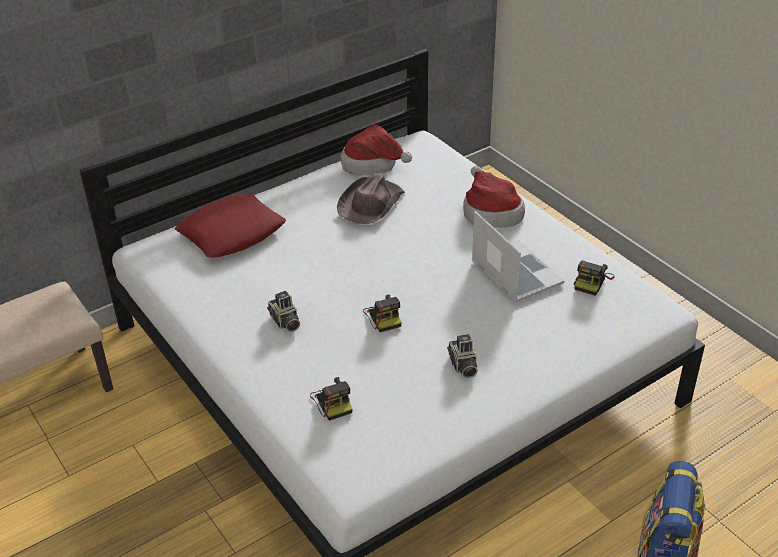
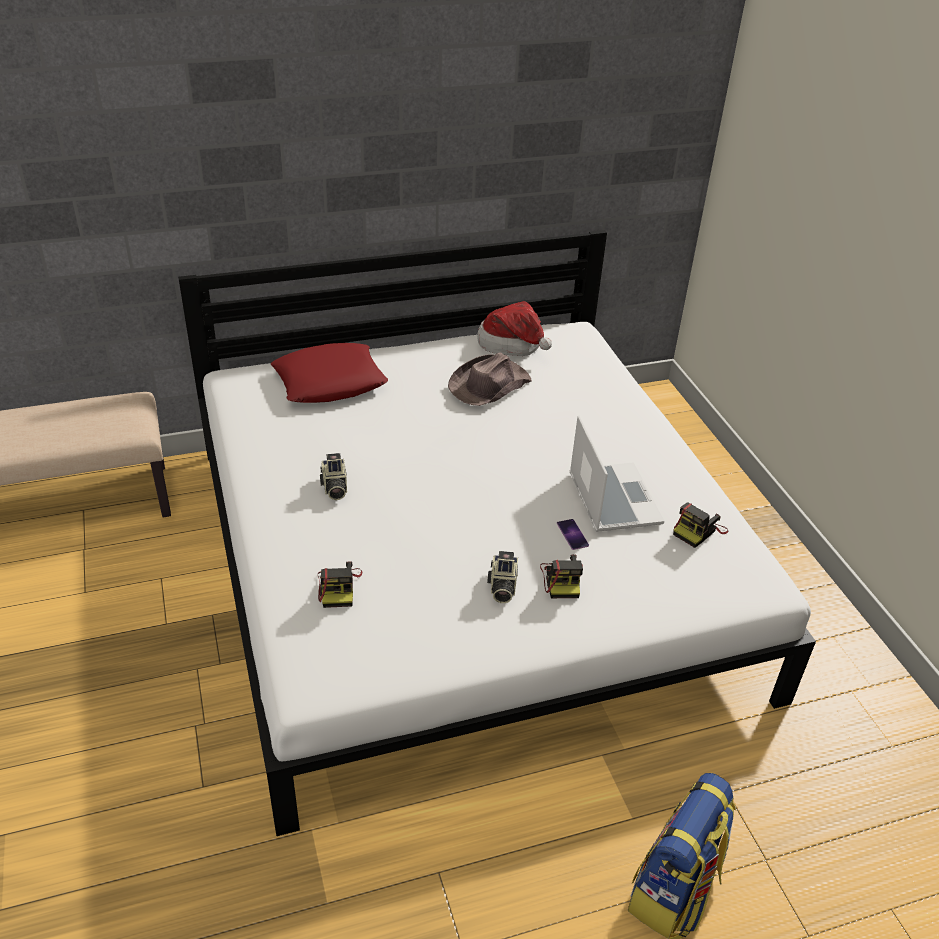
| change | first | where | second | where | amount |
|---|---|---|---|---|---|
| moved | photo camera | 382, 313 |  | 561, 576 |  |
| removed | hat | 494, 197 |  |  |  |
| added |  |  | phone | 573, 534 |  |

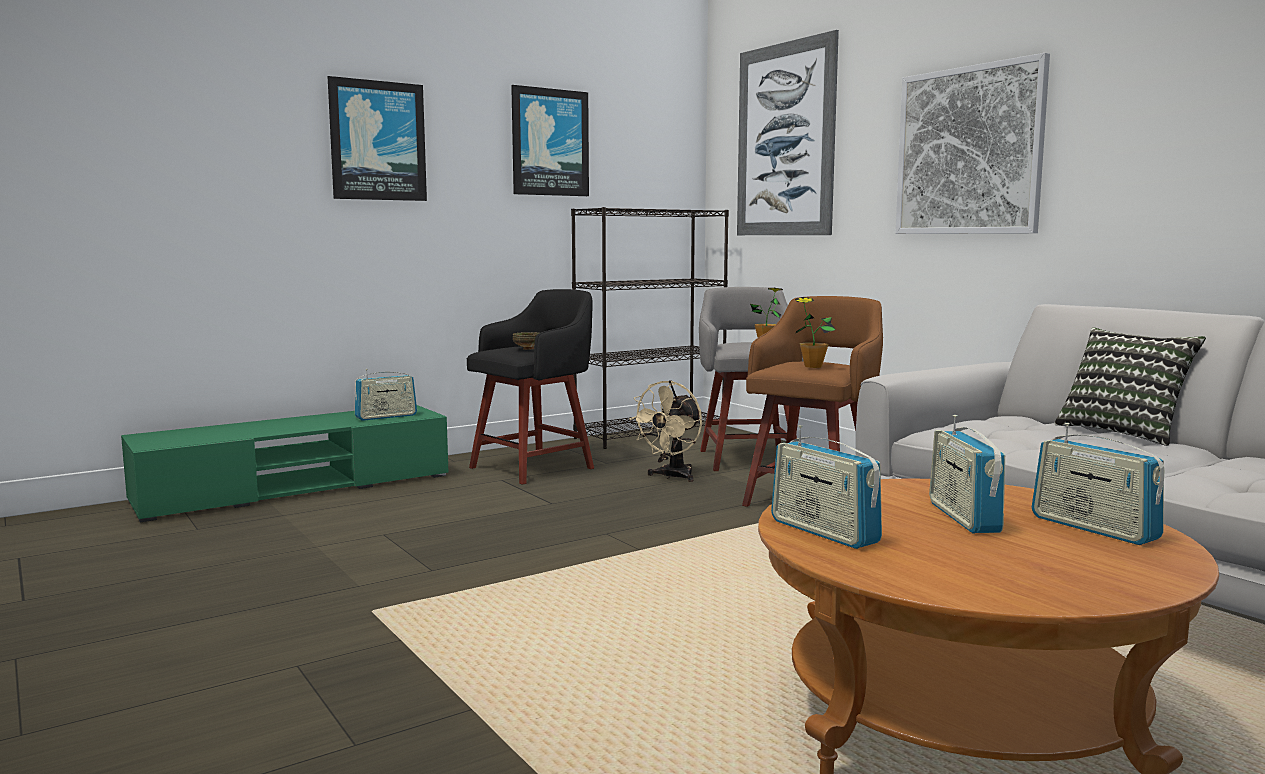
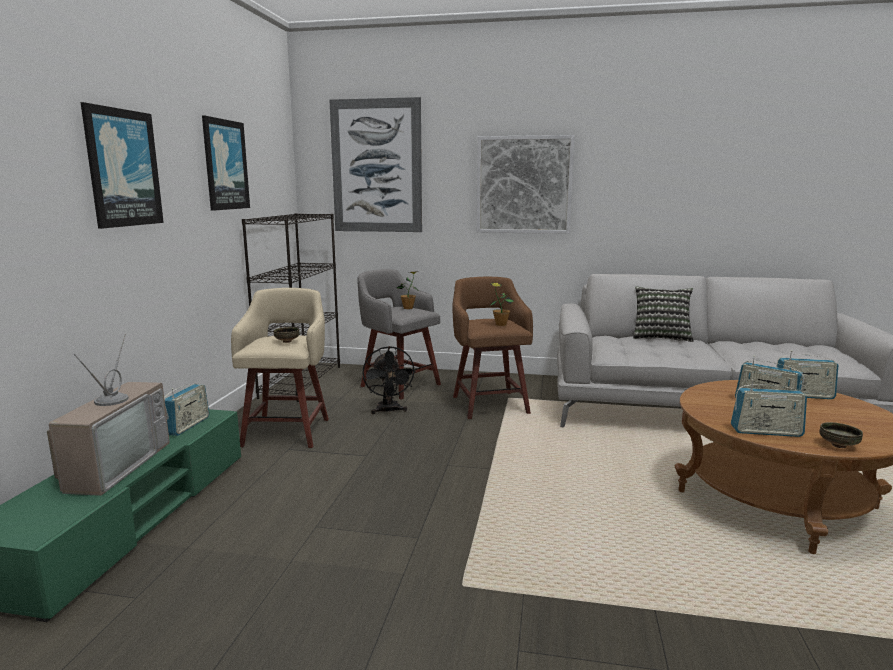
| change | first | where | second | where | amount |
|---|---|---|---|---|---|
| recoloured | stool (black) | 530, 387 | stool (beige) | 280, 368 |  |
| recoloured | fan (beige) | 665, 431 | fan (black) | 389, 380 |  |
| added |  |  | television | 108, 415 |  |
| added |  |  | bowl | 841, 435 |  |

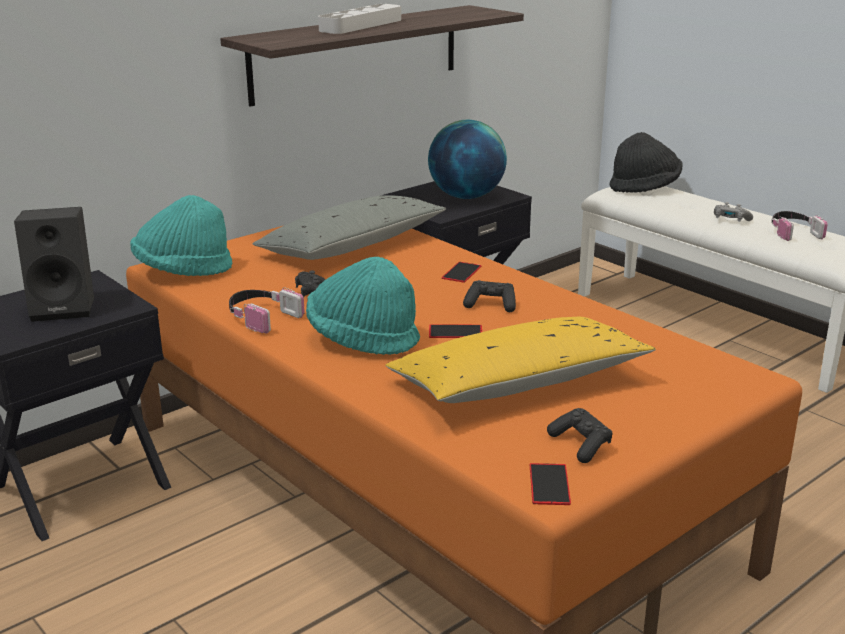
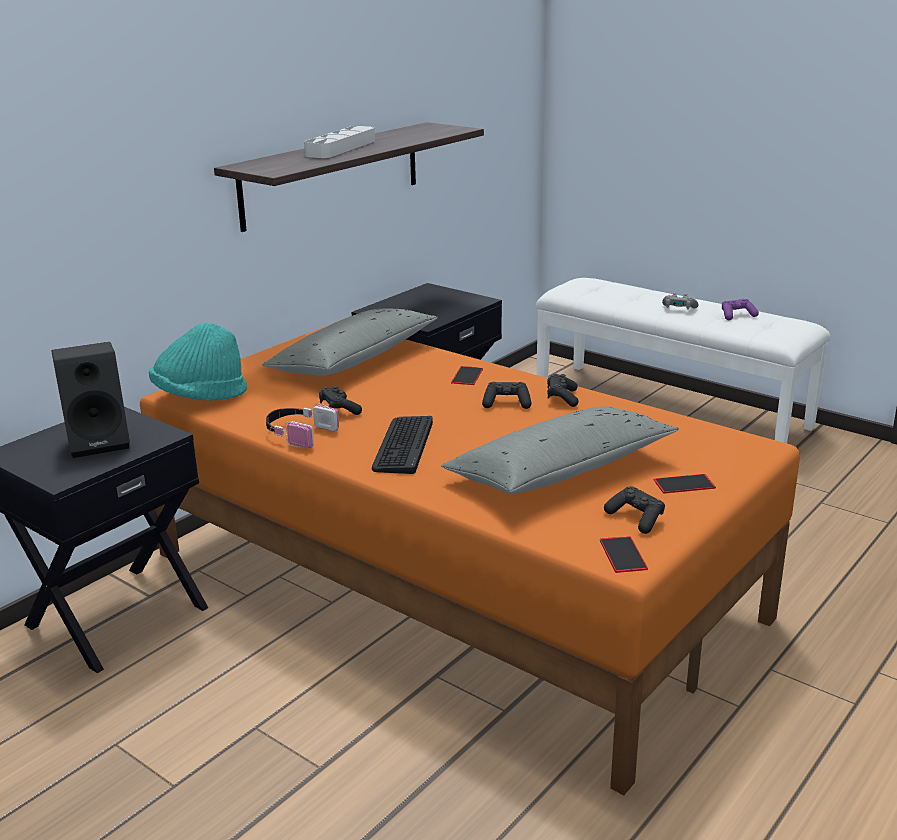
| change | first | where | second | where | amount |
|---|---|---|---|---|---|
| replaced | hat (turquoise) | 363, 306 | keyboard | 402, 445 |  |
| recoloured | pillow (yellow) | 521, 360 | pillow (grey) | 560, 450 |  |
| removed | globe | 467, 159 |  |  |  |
| moved | phone | 455, 331 |  | 685, 484 |  |
| removed | hat (black) | 646, 162 |  |  |  |
| replaced | headphones | 799, 226 | game controller (purple) | 740, 309 |  |
| added |  |  | game controller (black) | 563, 390 |  |

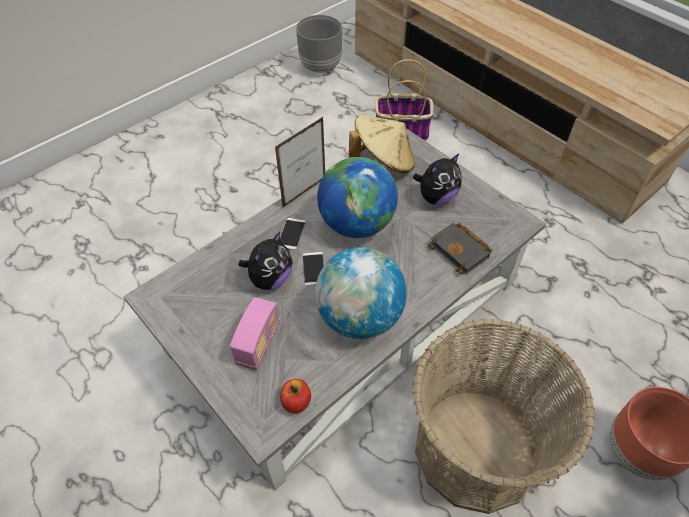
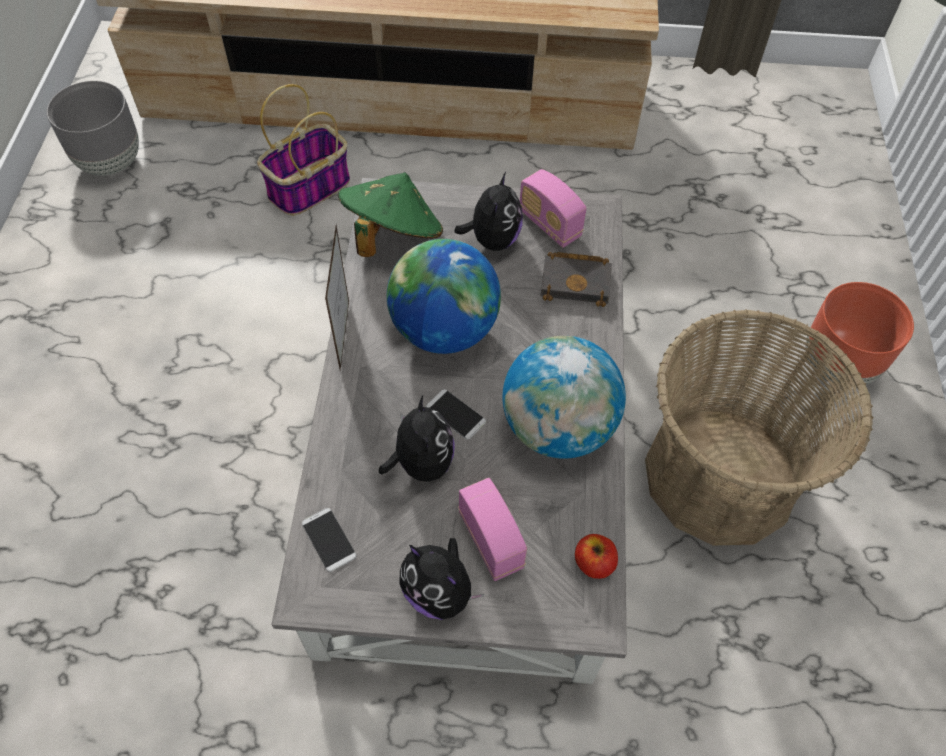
| change | first | where | second | where | amount |
|---|---|---|---|---|---|
| moved | phone | 293, 234 |  | 329, 540 |  |
| recoloured | hat (beige) | 382, 144 | hat (green) | 390, 214 |  |
| added |  |  | plush toy | 442, 579 |  |
| added |  |  | radio | 553, 208 |  |

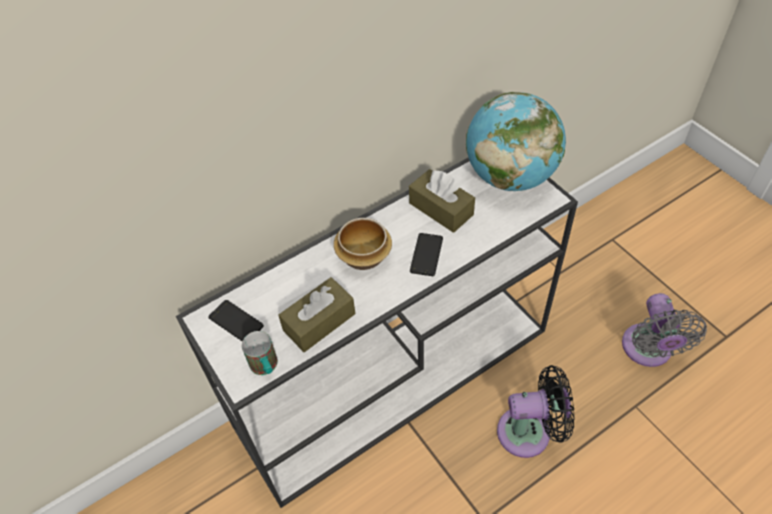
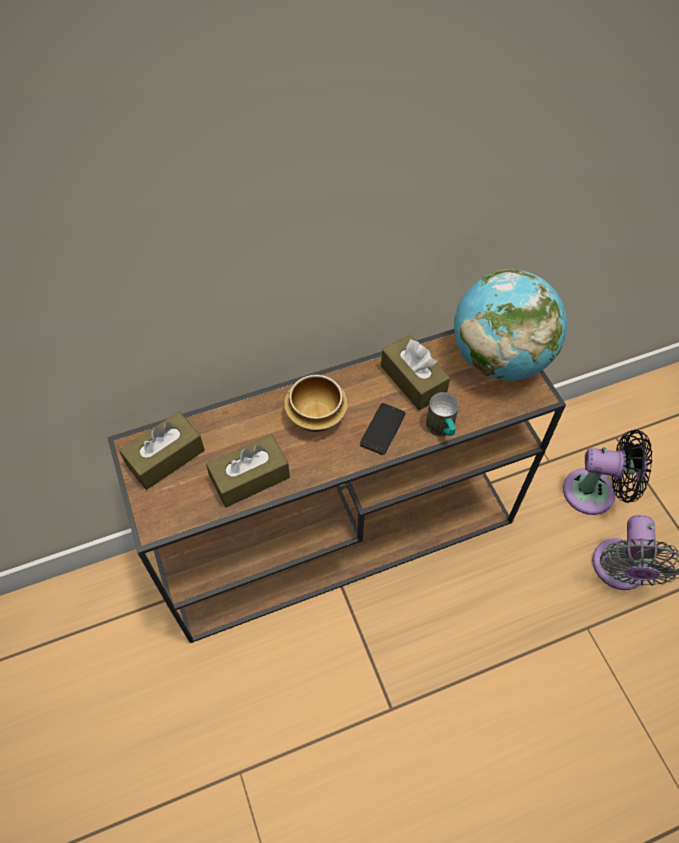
| change | first | where | second | where | amount |
|---|---|---|---|---|---|
| recoloured | console table (white) | 377, 332 | console table (brown) | 336, 486 |  |
| replaced | phone | 236, 320 | tissue box (brown) | 162, 450 |  |
| moved | mug | 260, 353 |  | 442, 414 |  |
| moved | fan (black) | 536, 411 |  | 607, 472 |  |

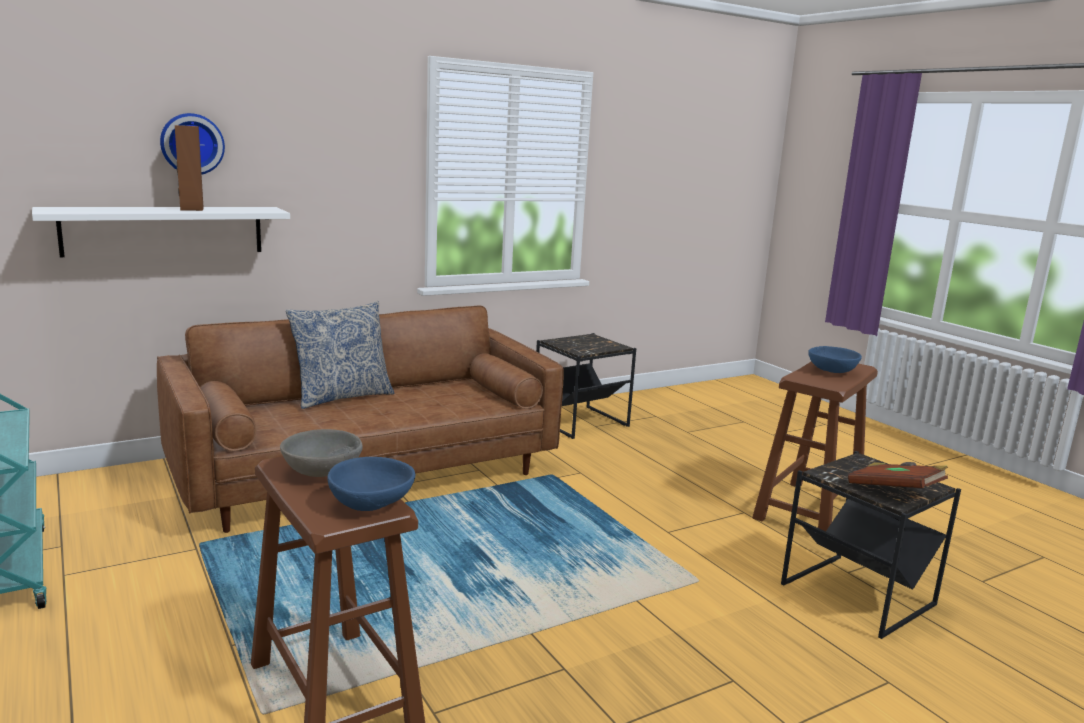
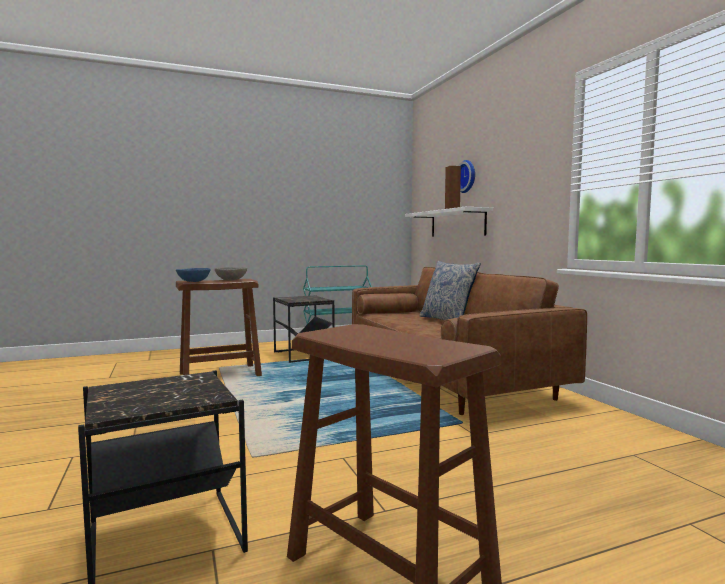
| change | first | where | second | where | amount |
|---|---|---|---|---|---|
| moved | side table (black) | 586, 386 |  | 304, 329 |  |
| removed | bowl (blue) | 835, 359 |  |  |  |
| removed | book (brown) | 898, 475 |  |  |  |

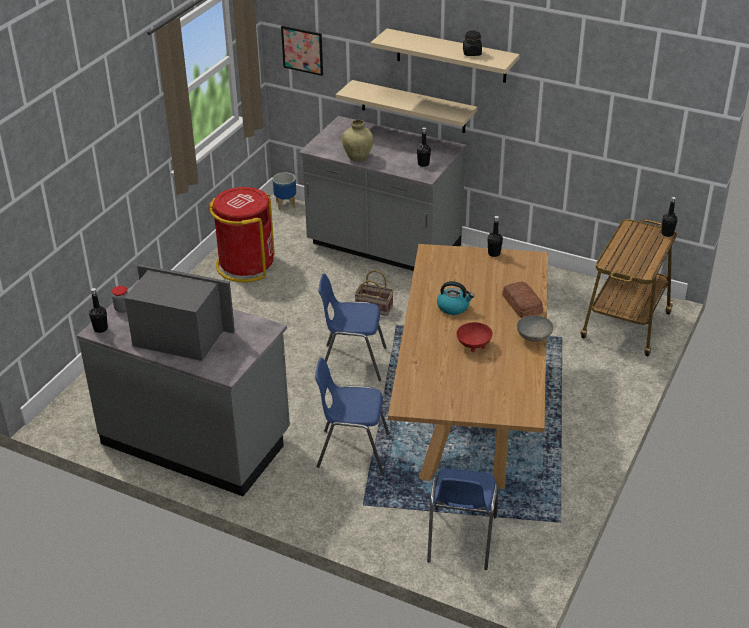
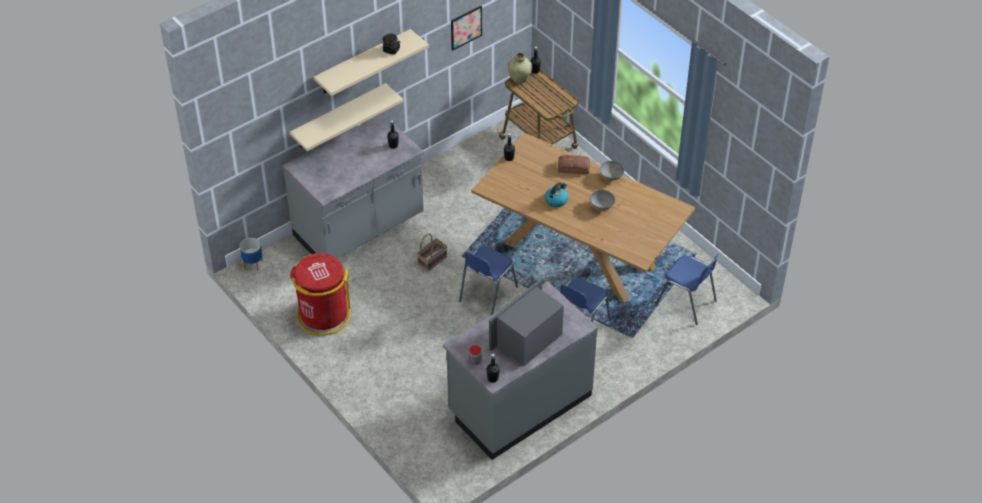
| change | first | where | second | where | amount |
|---|---|---|---|---|---|
| moved | picture | 302, 51 |  | 466, 28 |  |
| moved | vase (beige) | 358, 140 |  | 520, 68 |  |
| recoloured | bowl (red) | 474, 337 | bowl (grey) | 602, 200 |  |

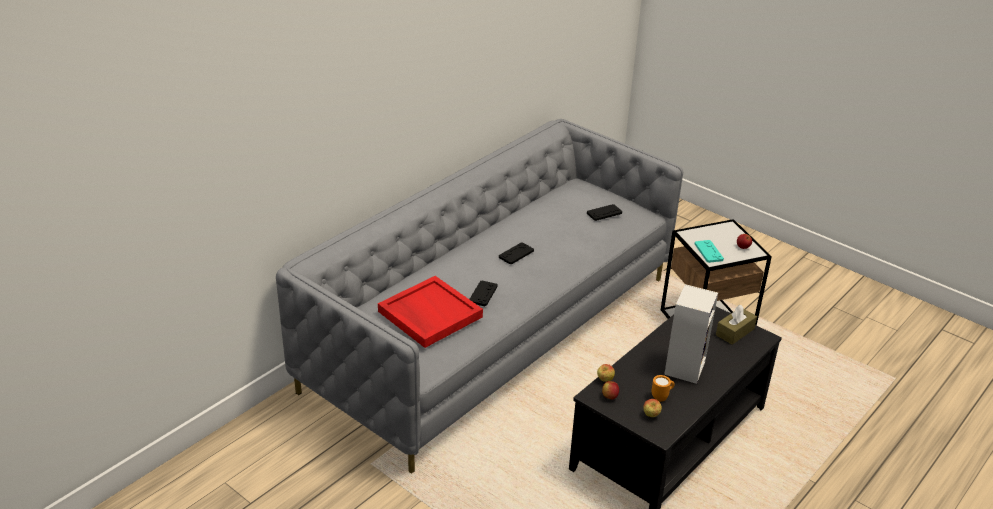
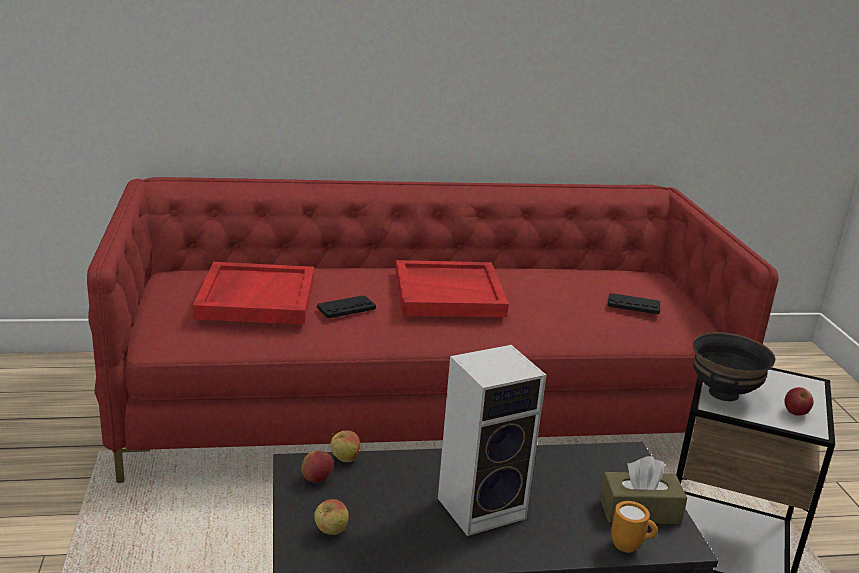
| change | first | where | second | where | amount |
|---|---|---|---|---|---|
| recoloured | sofa (grey) | 479, 296 | sofa (red) | 433, 330 |  |
| replaced | game controller (black) | 516, 253 | tray (red) | 452, 288 |  |
| moved | mug (orange) | 663, 388 |  | 634, 527 |  |
| replaced | game controller (turquoise) | 709, 251 | bowl (black) | 734, 366 |  |

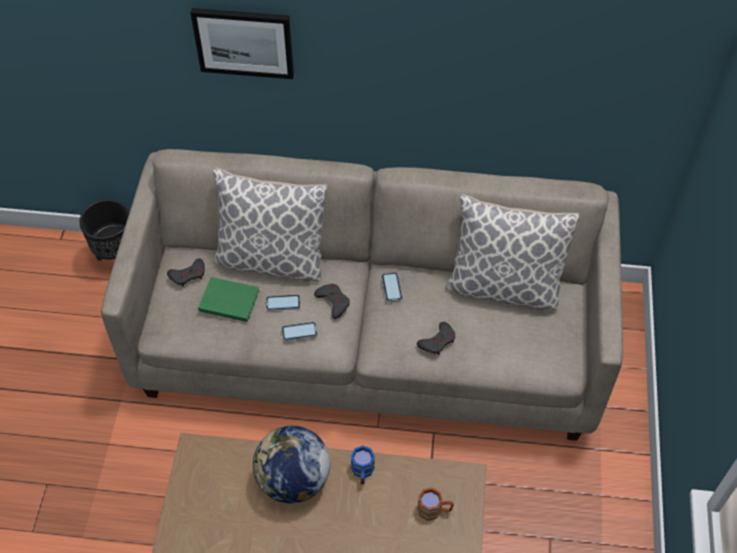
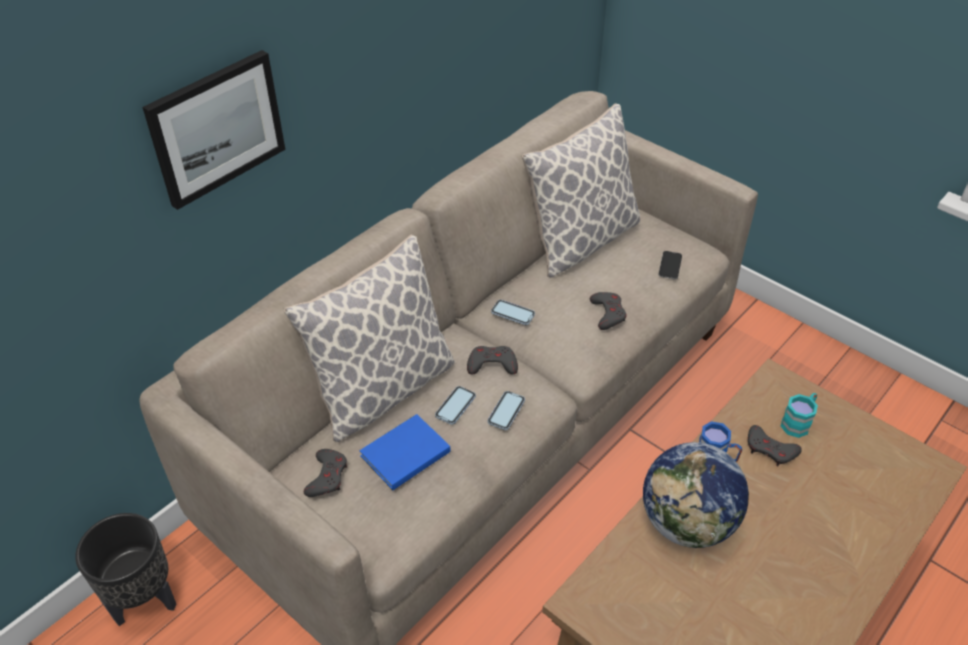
| change | first | where | second | where | amount |
|---|---|---|---|---|---|
| recoloured | book (green) | 228, 299 | book (blue) | 404, 452 |  |
| recoloured | mug (brown) | 435, 504 | mug (turquoise) | 799, 415 |  |
| added |  |  | phone | 670, 265 |  |
| added |  |  | game controller (grey) | 775, 445 |  |

